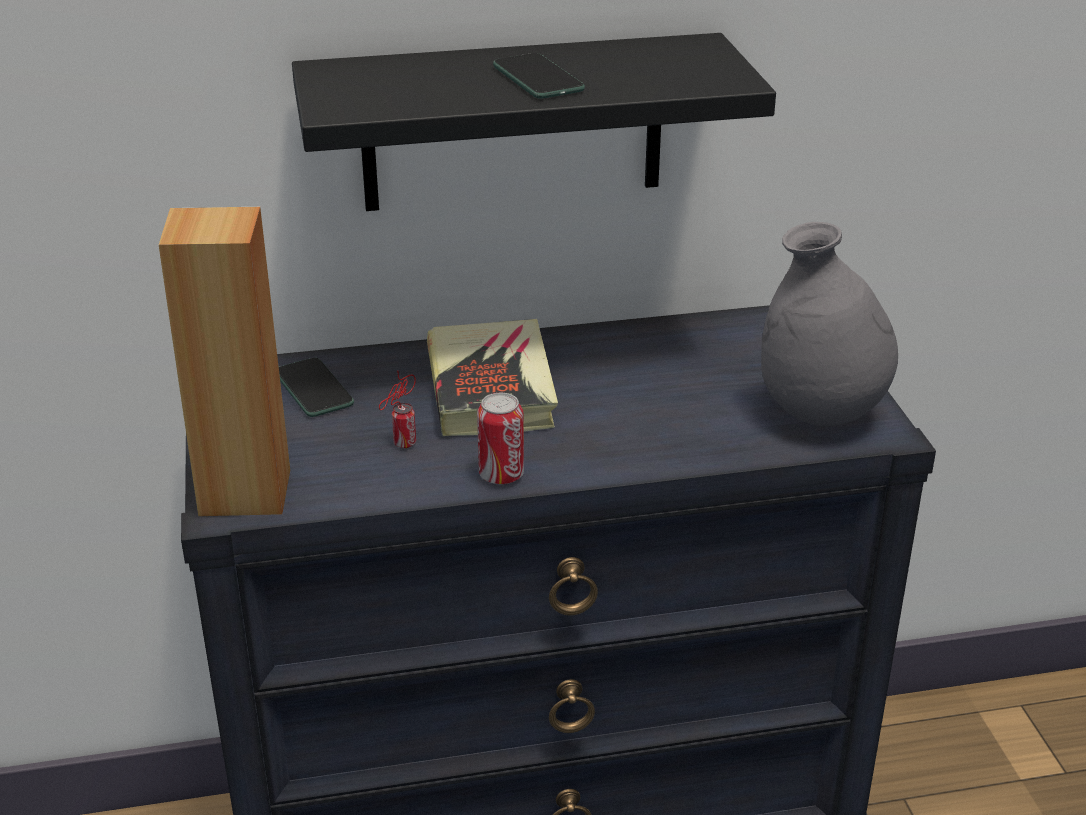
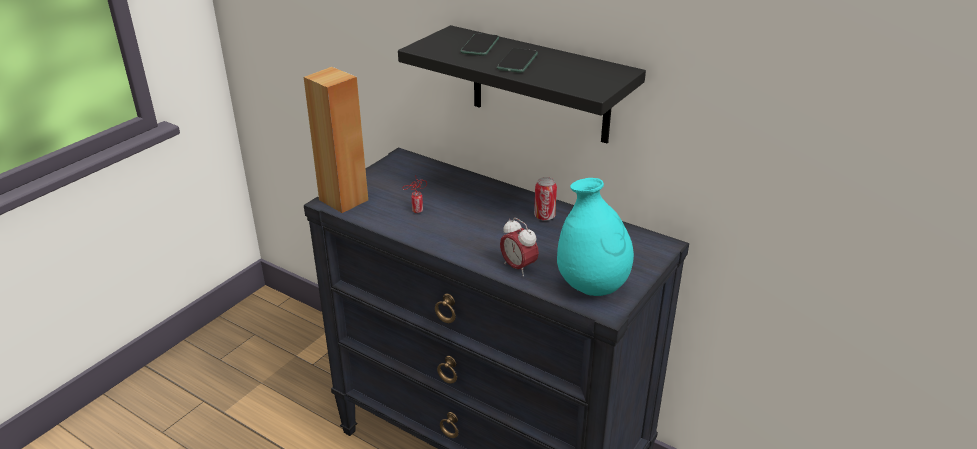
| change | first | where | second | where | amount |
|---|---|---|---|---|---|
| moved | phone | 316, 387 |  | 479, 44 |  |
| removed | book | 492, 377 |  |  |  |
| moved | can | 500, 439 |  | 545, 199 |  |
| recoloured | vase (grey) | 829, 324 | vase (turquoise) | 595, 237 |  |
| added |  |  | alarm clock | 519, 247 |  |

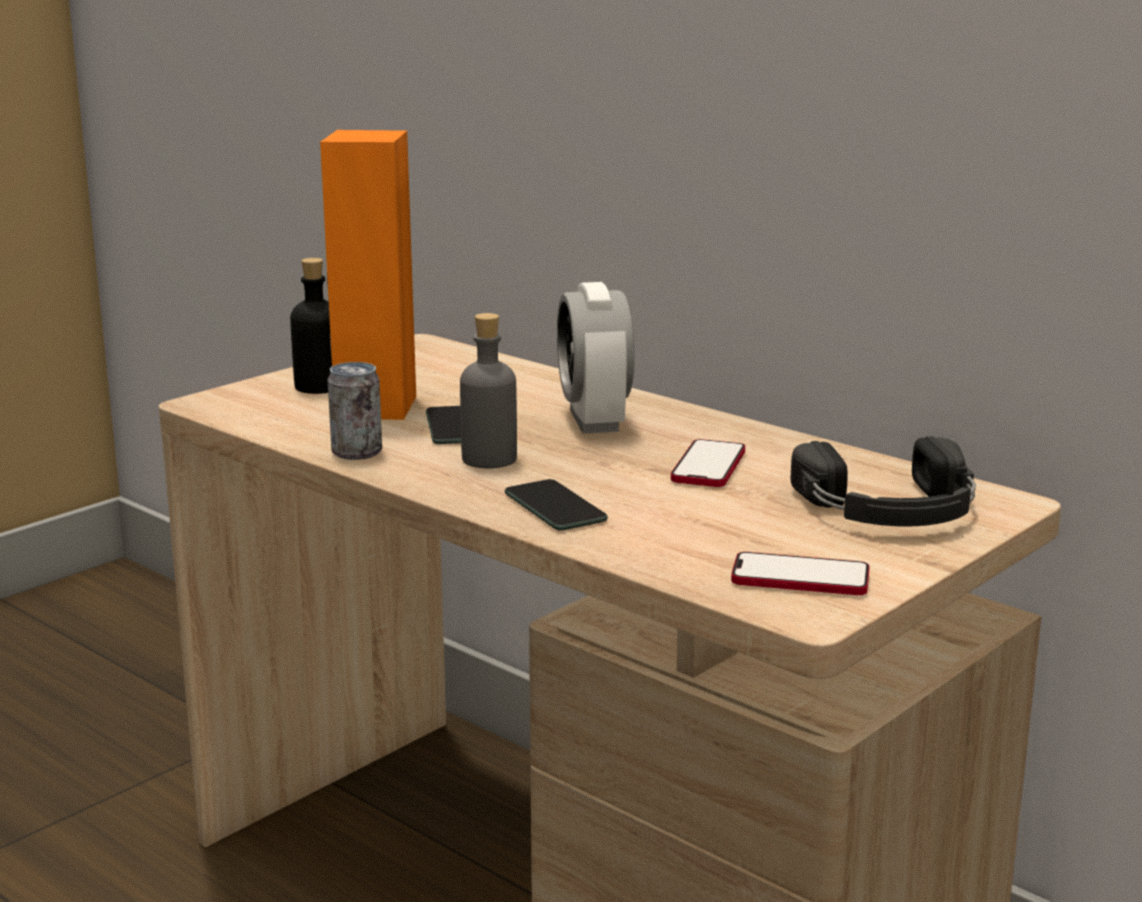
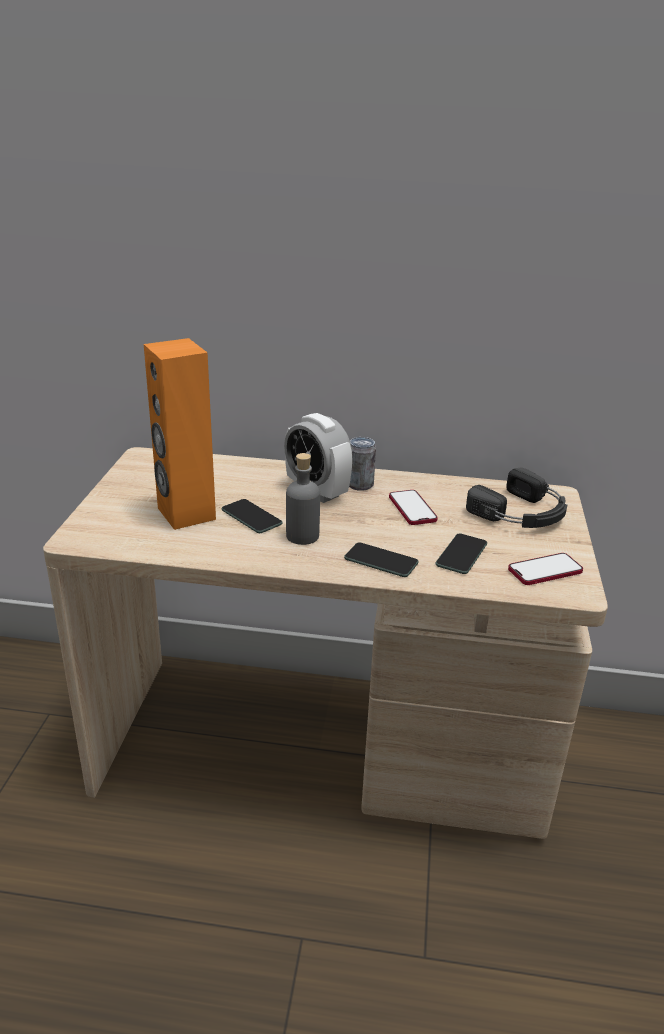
| change | first | where | second | where | amount |
|---|---|---|---|---|---|
| removed | bottle (black) | 311, 326 |  |  |  |
| moved | can | 355, 411 |  | 362, 464 |  |
| added |  |  | phone | 461, 553 |  |

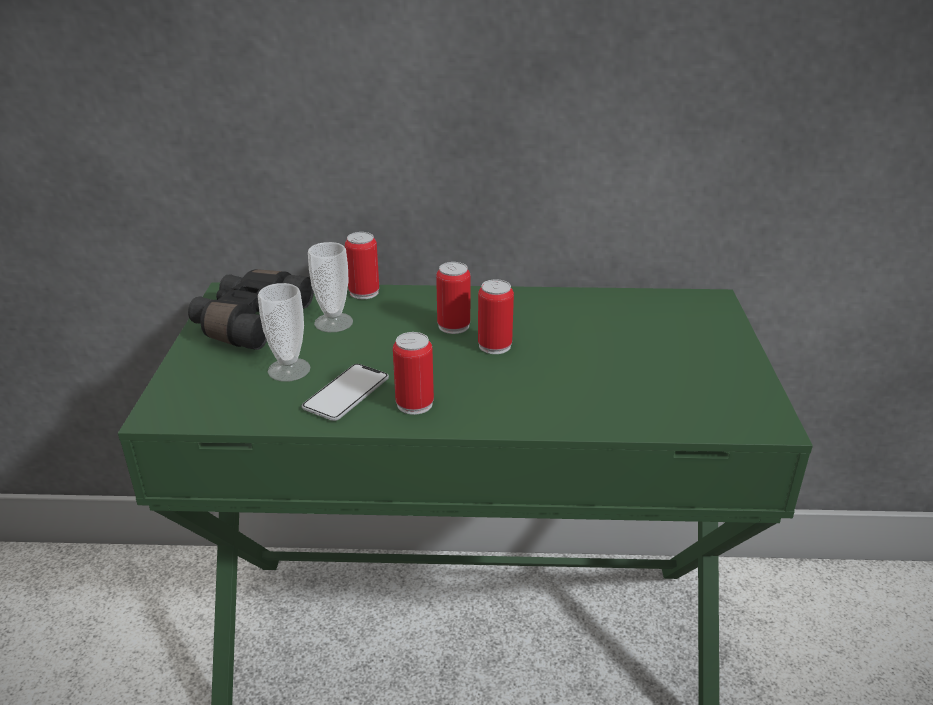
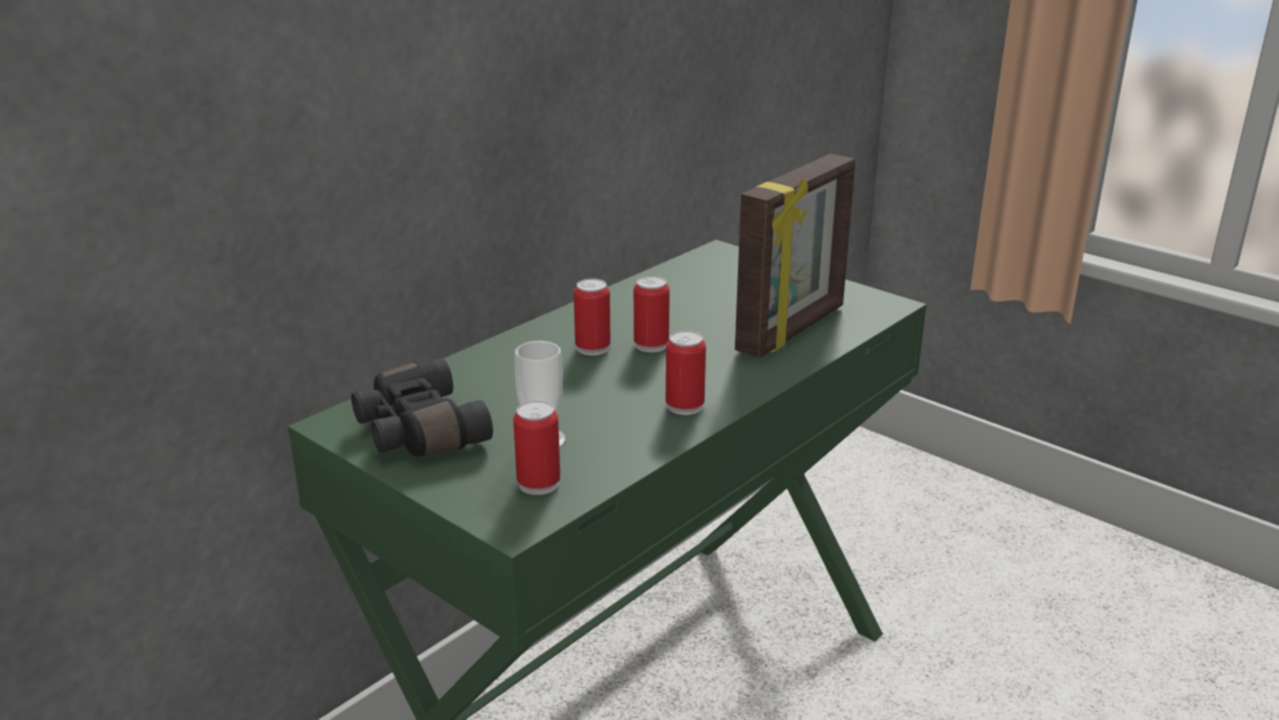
| change | first | where | second | where | amount |
|---|---|---|---|---|---|
| removed | phone | 345, 392 |  |  |  |
| removed | cup | 330, 287 |  |  |  |
| moved | can | 362, 265 |  | 536, 447 |  |
| added |  |  | picture frame | 795, 256 |  |

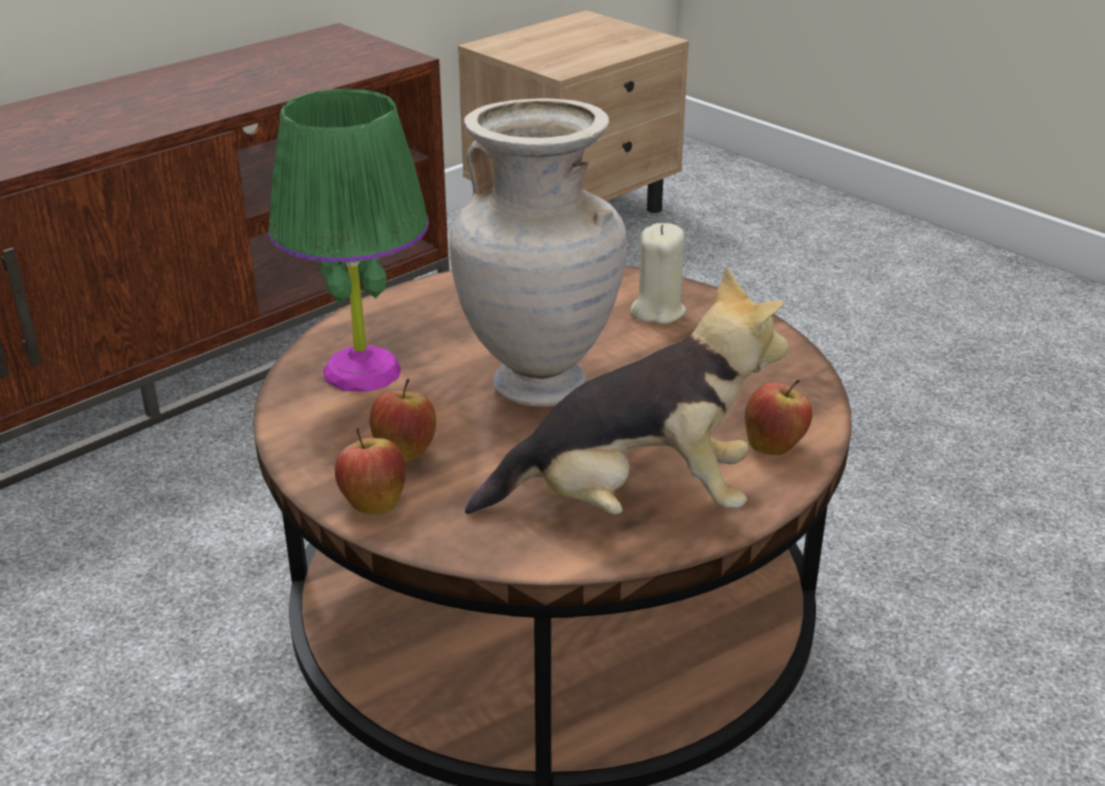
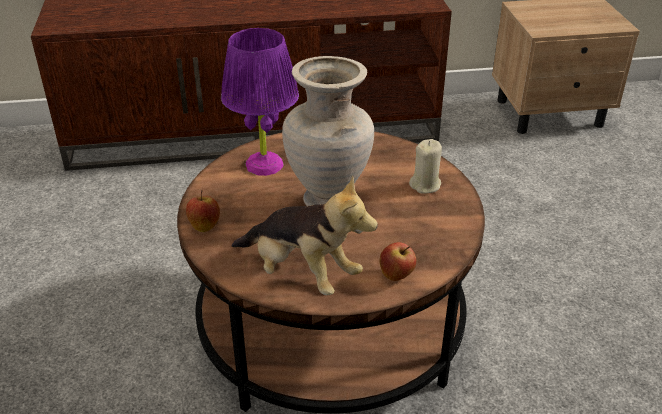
| change | first | where | second | where | amount |
|---|---|---|---|---|---|
| recoloured | table lamp (green) | 348, 239 | table lamp (purple) | 260, 102 |  |
| removed | apple | 403, 420 |  |  |  |

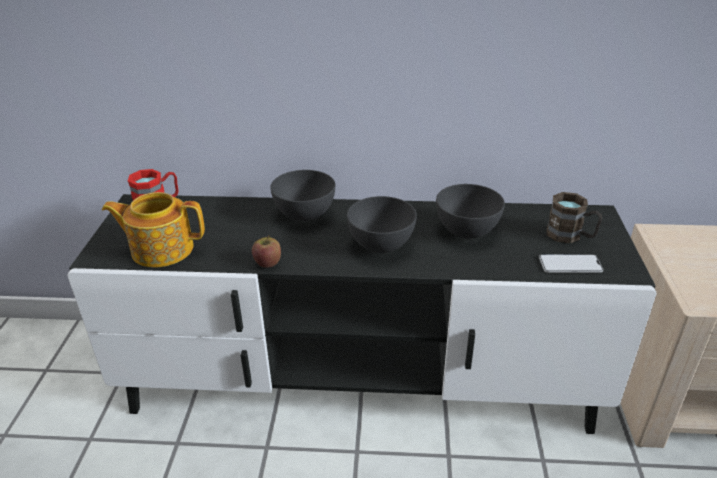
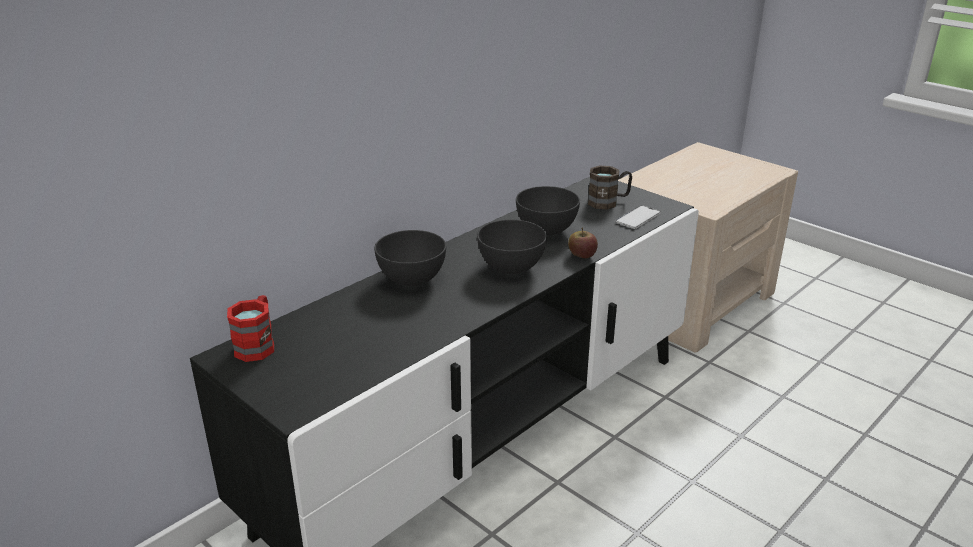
| change | first | where | second | where | amount |
|---|---|---|---|---|---|
| removed | teapot | 153, 230 |  |  |  |
| moved | apple | 266, 251 |  | 583, 243 |  |

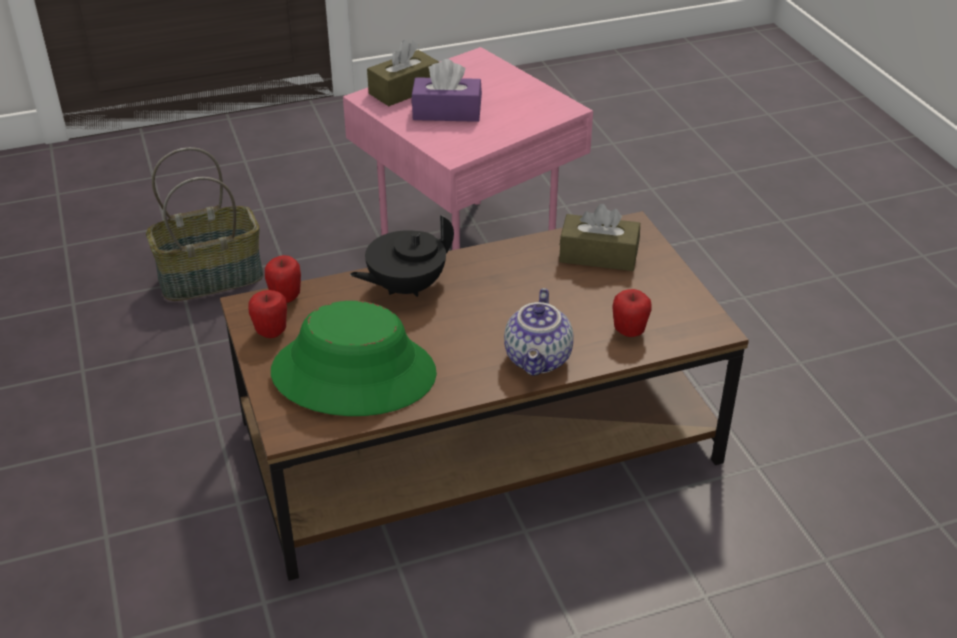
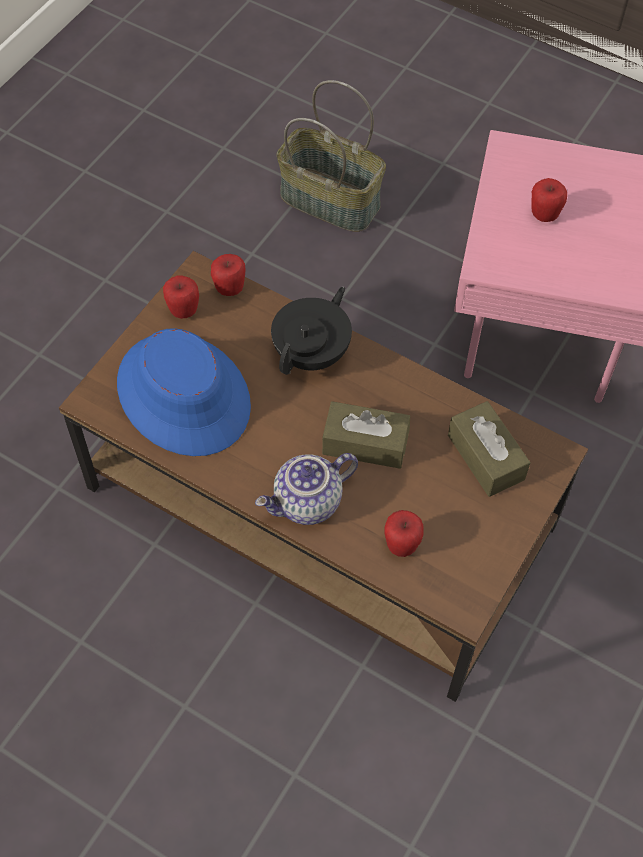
| change | first | where | second | where | amount |
|---|---|---|---|---|---|
| recoloured | hat (green) | 354, 358 | hat (blue) | 184, 392 |  |
| turned | teapot (black) | 402, 256 |  | 311, 331 | 105 degrees clockwise |
| moved | tissue box (brown) | 403, 73 |  | 366, 435 |  |
| replaced | tissue box (purple) | 446, 90 | apple | 549, 200 |  |

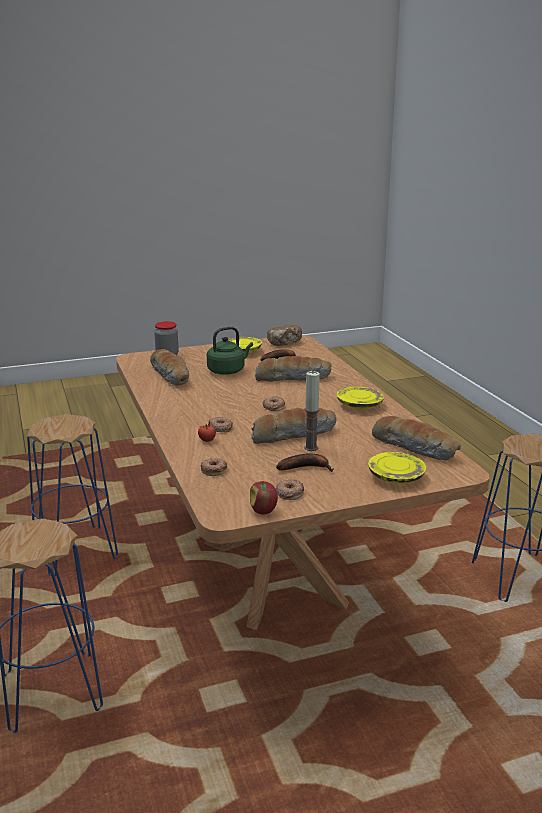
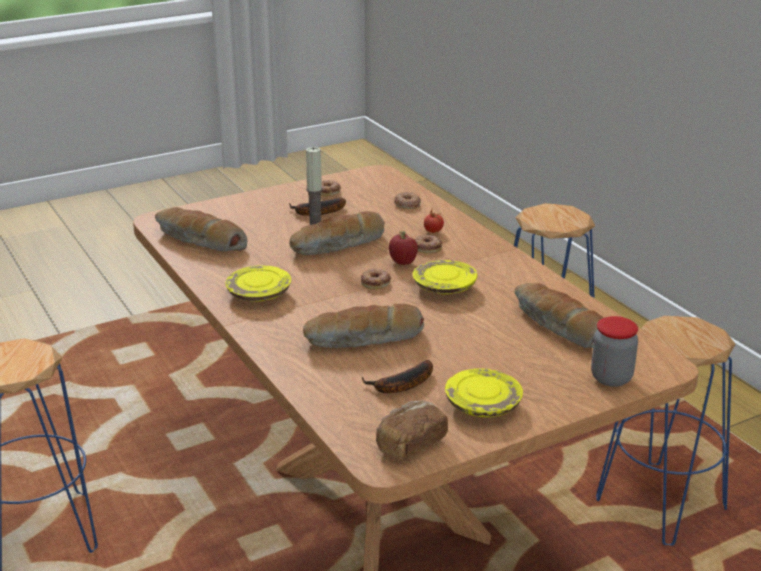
| change | first | where | second | where | amount |
|---|---|---|---|---|---|
| removed | kettle (green) | 230, 350 |  |  |  |
| moved | apple | 264, 498 |  | 403, 248 |  |
| moved | plate (yellow) | 397, 468 |  | 445, 277 |  |

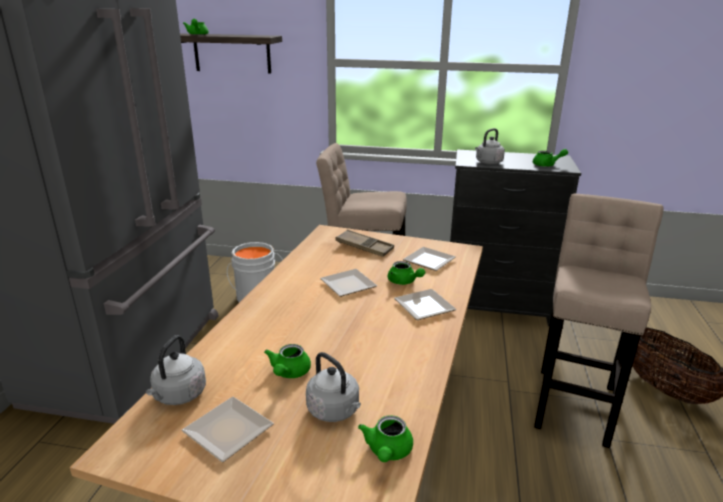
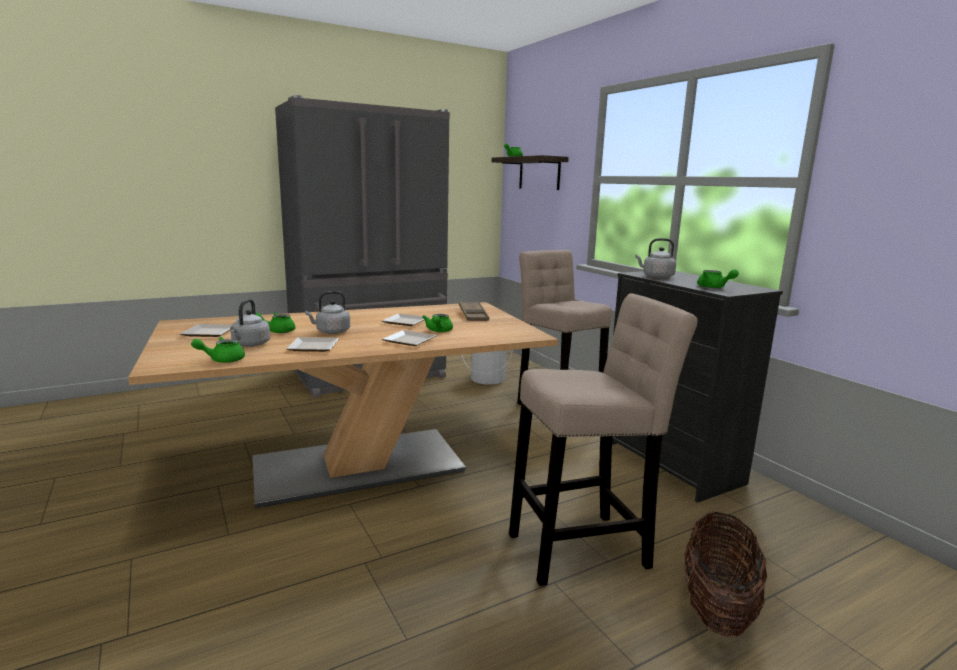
| change | first | where | second | where | amount |
|---|---|---|---|---|---|
| moved | kettle (grey) | 176, 370 |  | 327, 312 |  |
| moved | plate | 429, 259 |  | 312, 344 |  |

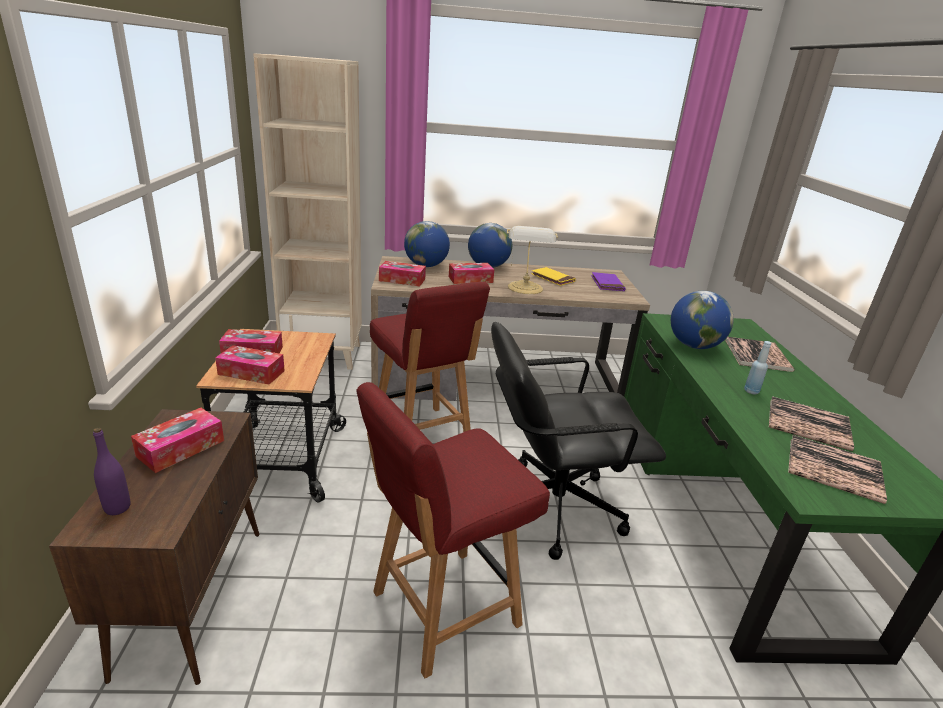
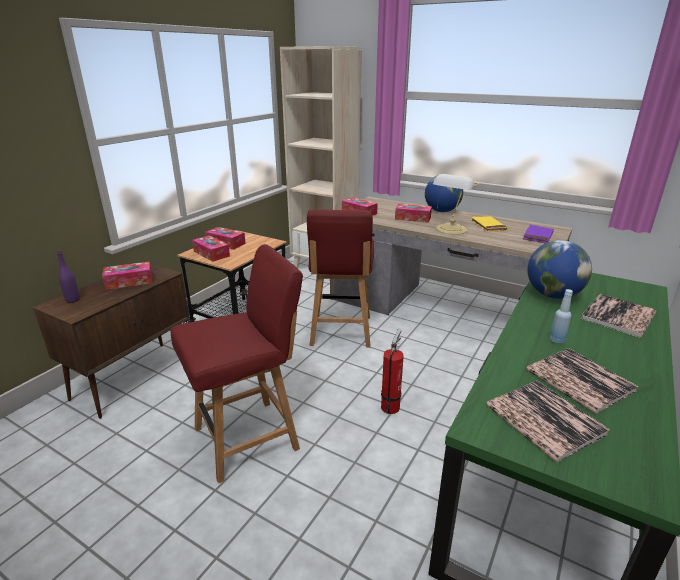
| change | first | where | second | where | amount |
|---|---|---|---|---|---|
| turned | chair (red) | 453, 530 |  | 237, 363 | 150 degrees clockwise |
| removed | globe | 427, 244 |  |  |  |
| replaced | office chair (black) | 578, 441 | fire extinguisher | 392, 371 |  |

